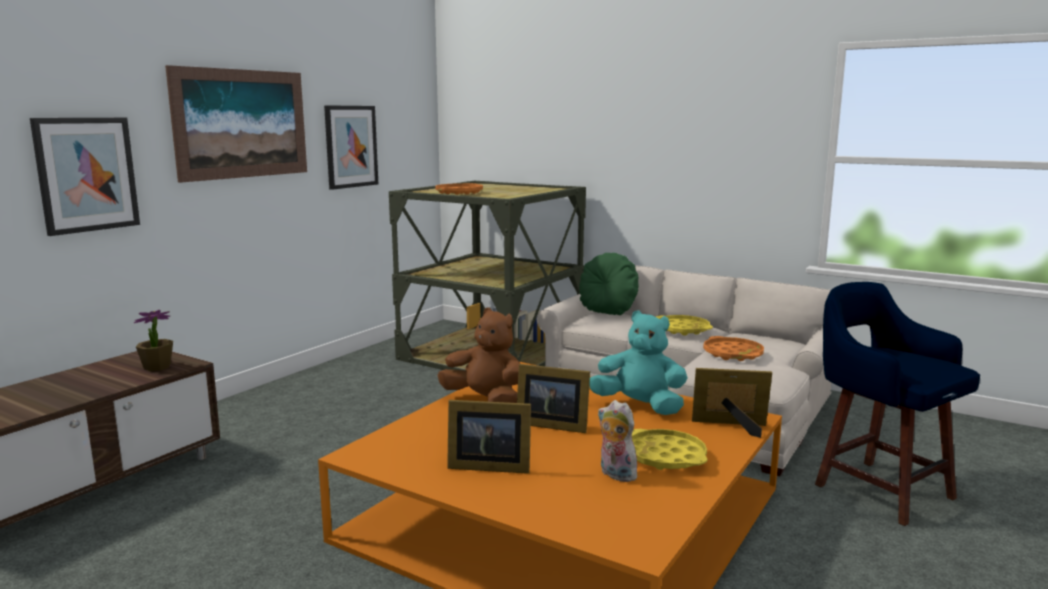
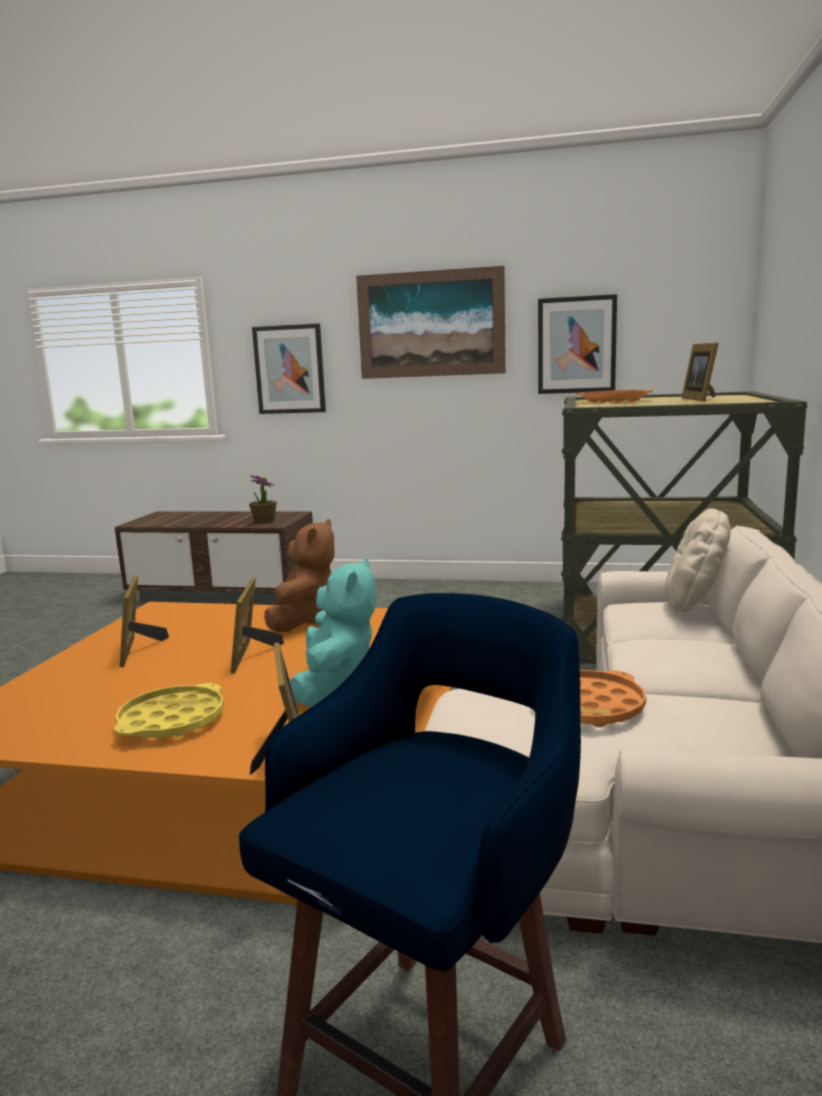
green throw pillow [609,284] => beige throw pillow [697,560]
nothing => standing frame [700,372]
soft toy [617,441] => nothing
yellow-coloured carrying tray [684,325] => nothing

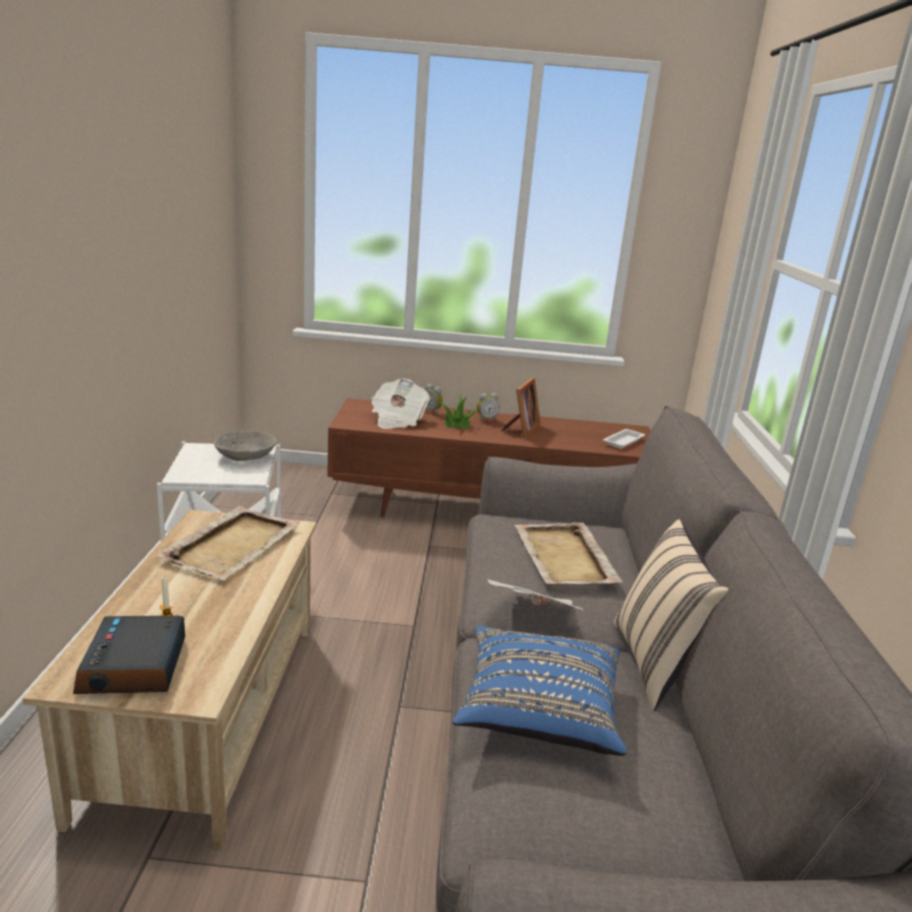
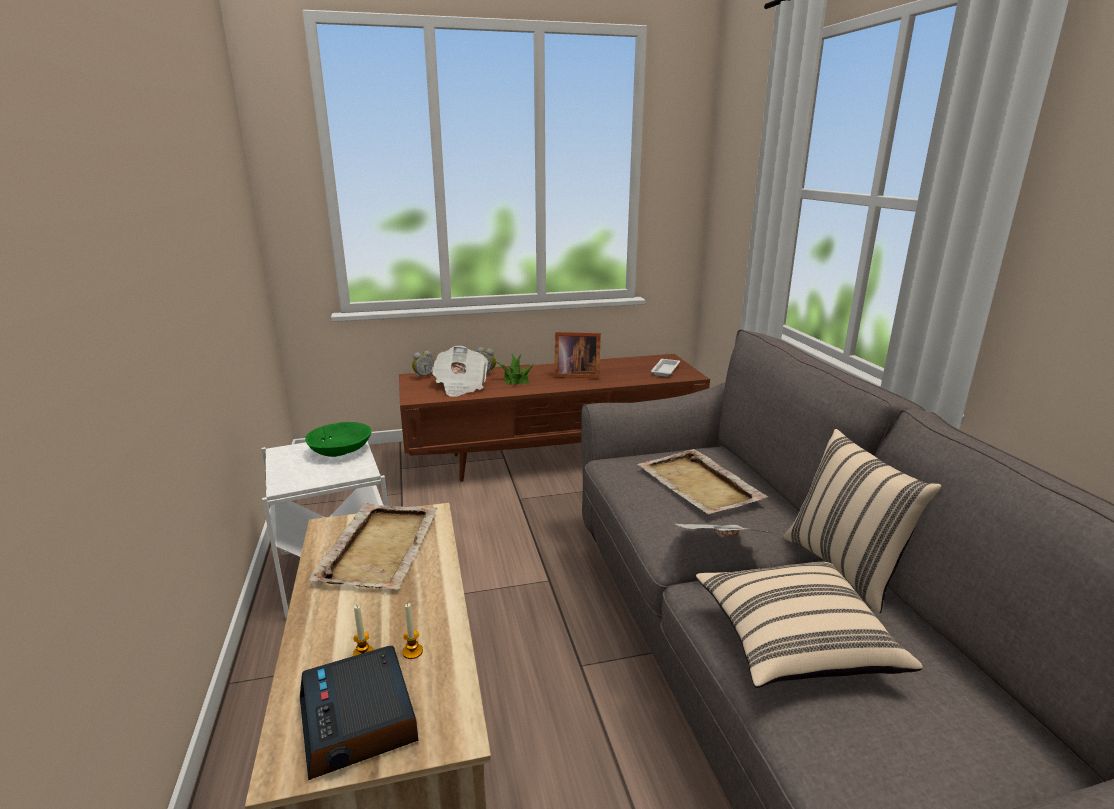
grey deep dish [245,446] => green deep dish [338,439]
nothing => candle [412,631]
bedside clock [488,407] => bedside clock [423,364], relocated
standing frame [521,407] => standing frame [577,355], 90 degrees clockwise
bluish throw pillow [540,691] => beige throw pillow [809,625]

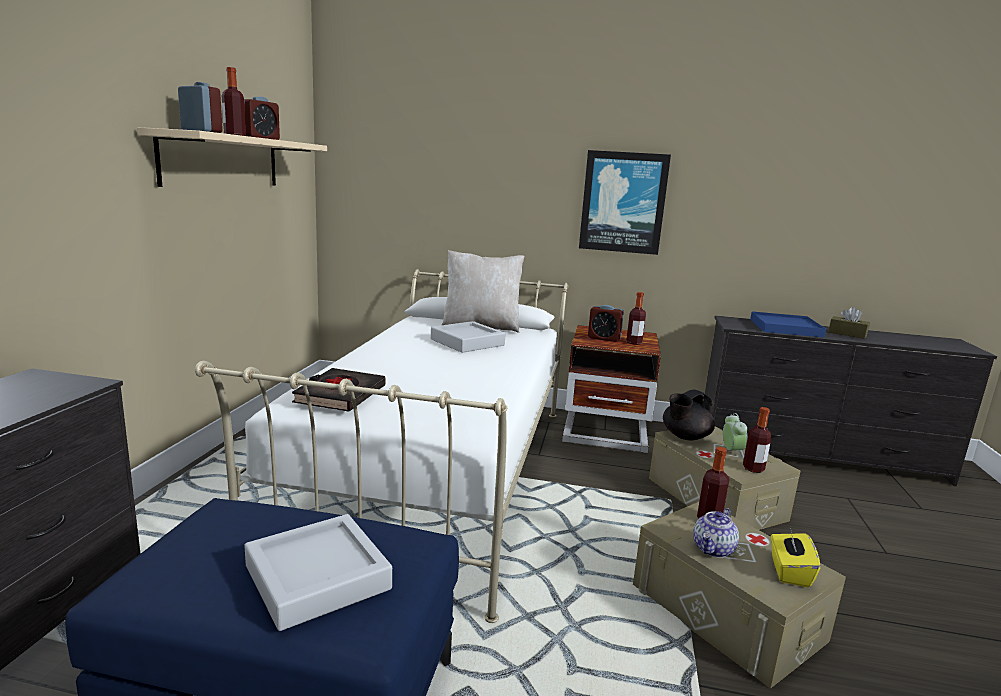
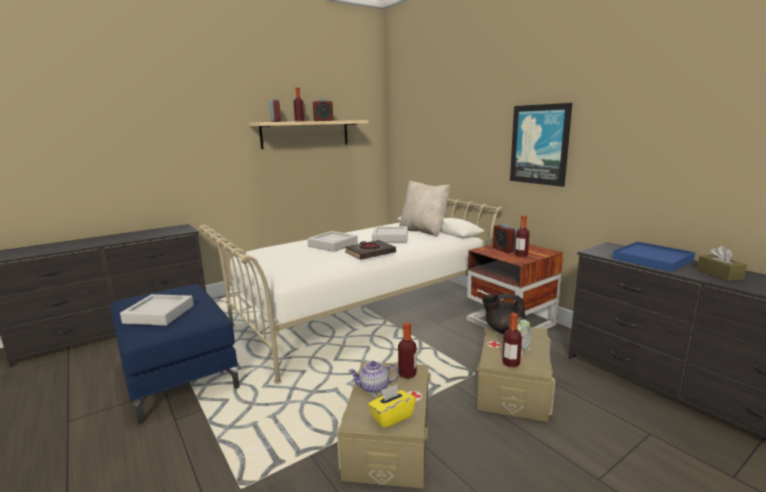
nothing => grey carrying tray [333,241]
black-coloured book [338,390] => black-coloured book [370,250], relocated

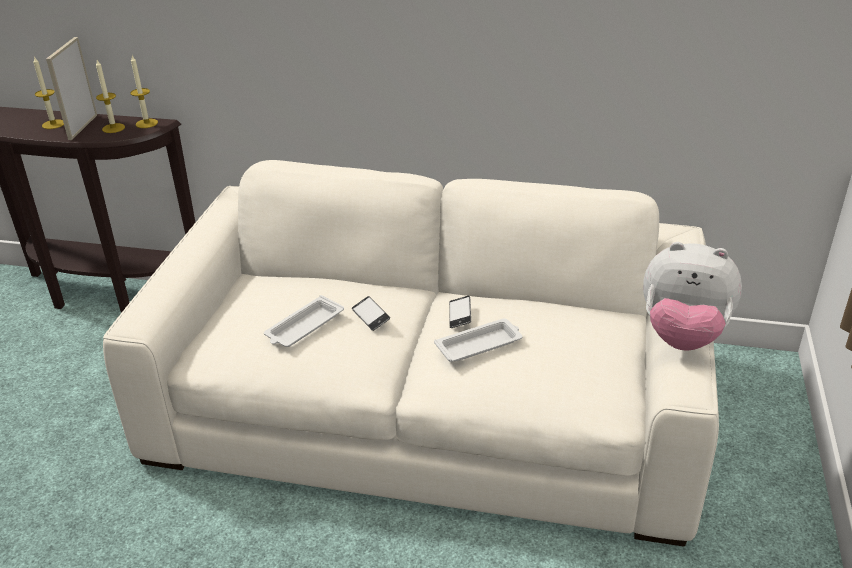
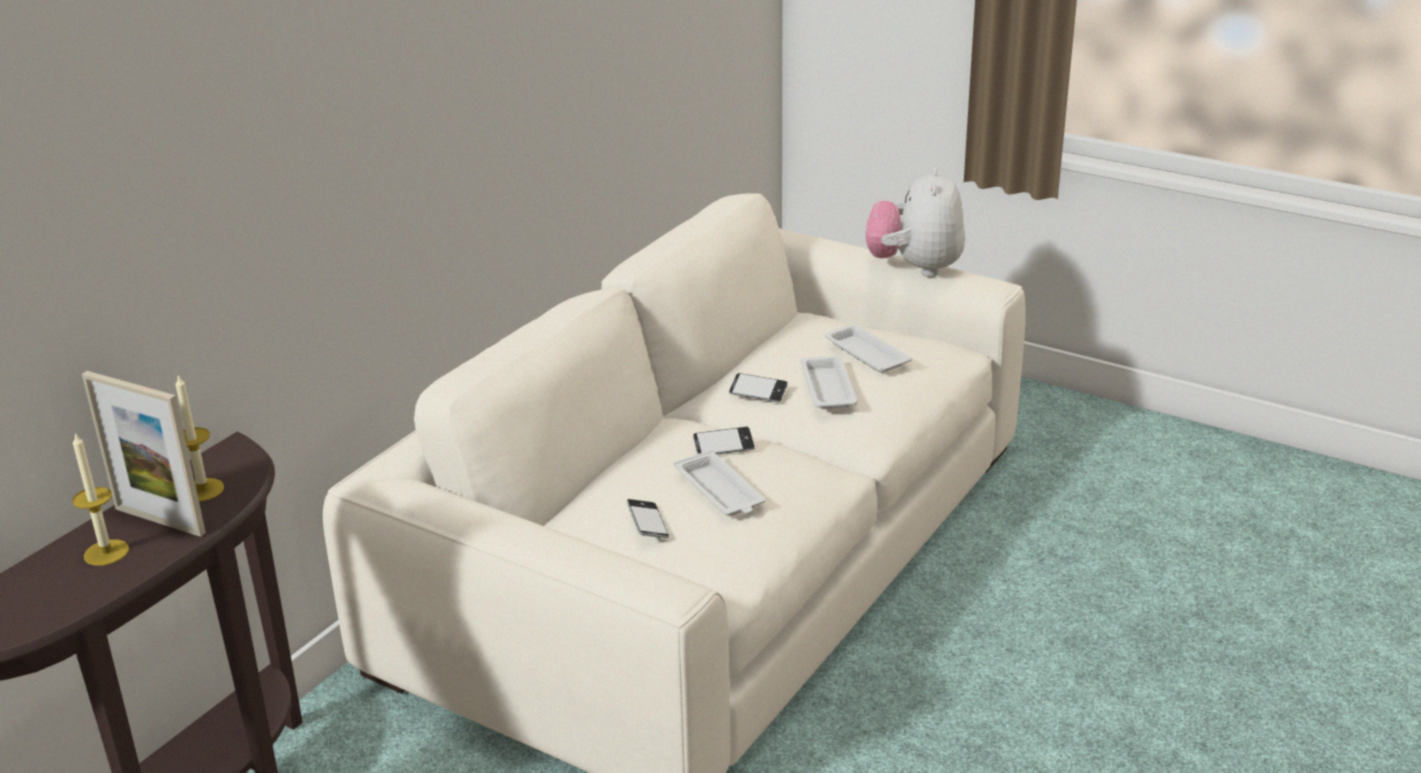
nothing => telephone [648,518]
nothing => white-coloured carrying tray [868,348]
soft toy [692,296] => soft toy [915,222], 150 degrees clockwise
candle [144,92] => nothing

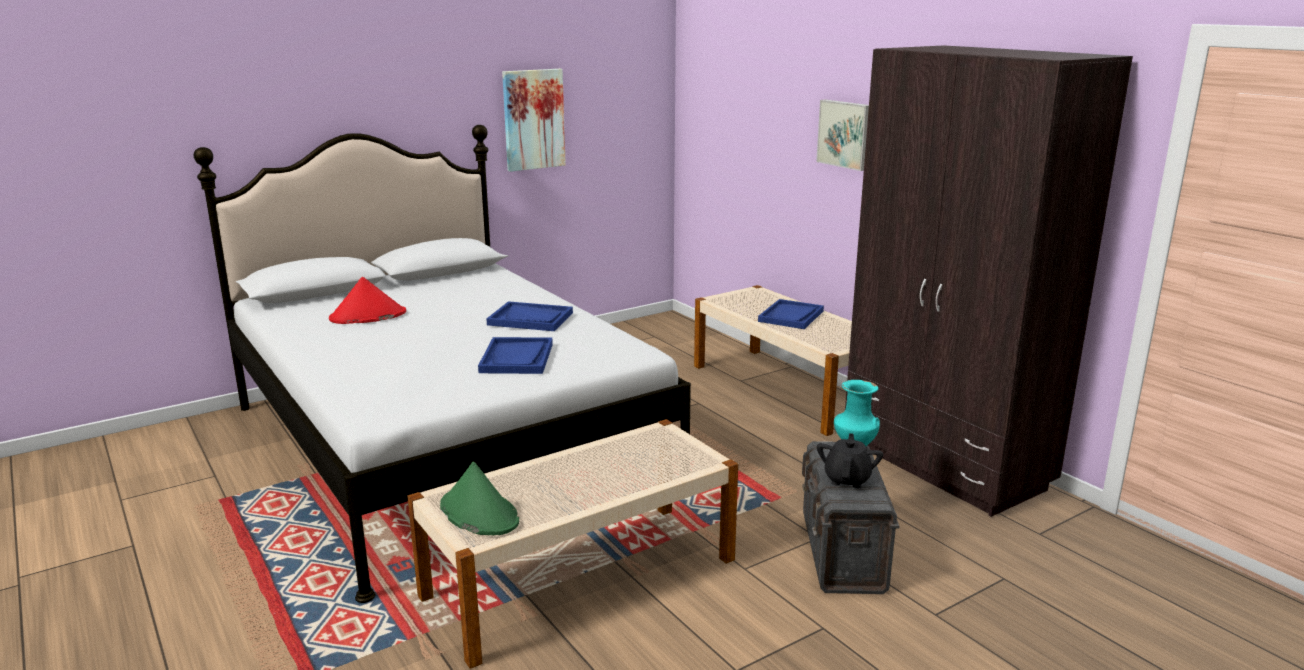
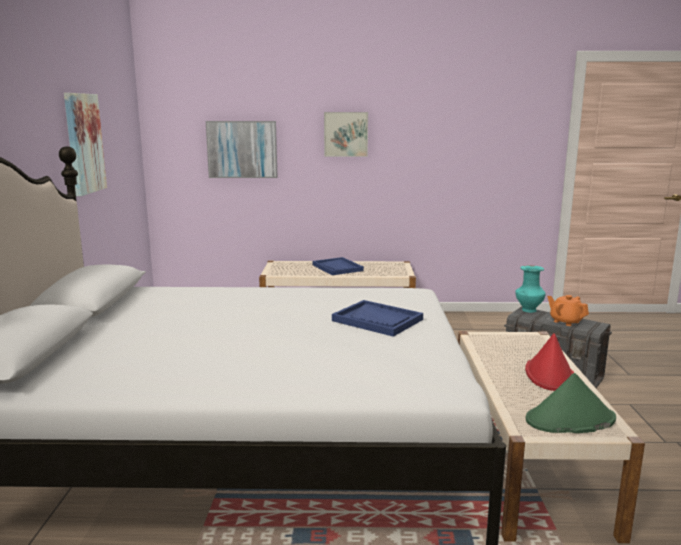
nothing => picture [242,149]
red clothing hat [367,300] => red clothing hat [549,362], relocated
black-coloured pot for tea [850,461] => orange pot for tea [568,310]
bluish carrying tray [529,316] => nothing
brown-coloured clothes cupboard [989,281] => nothing

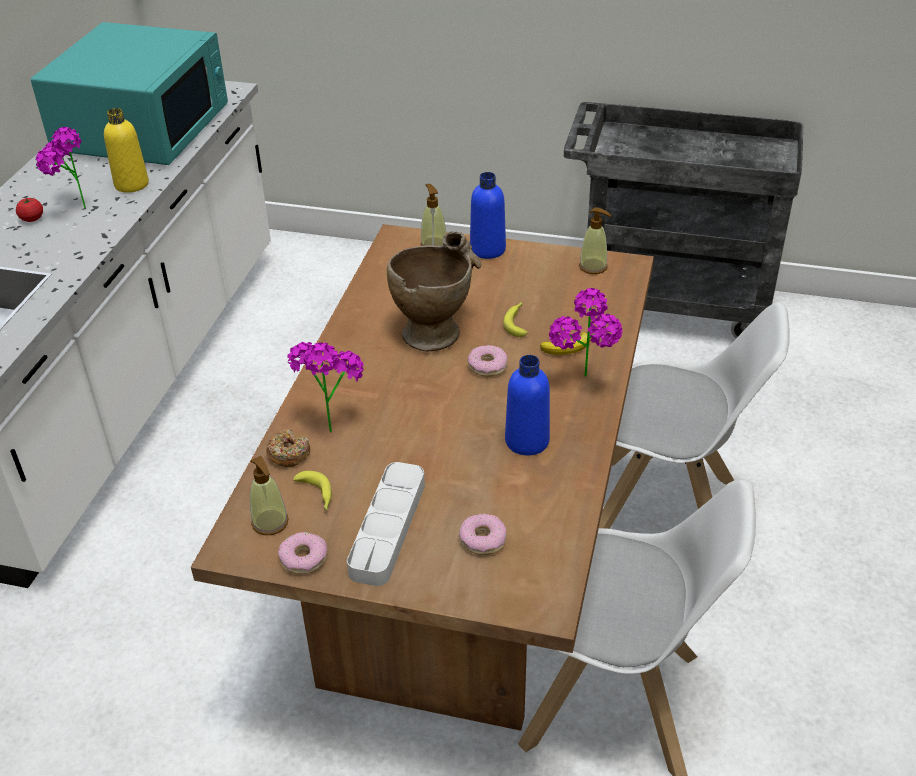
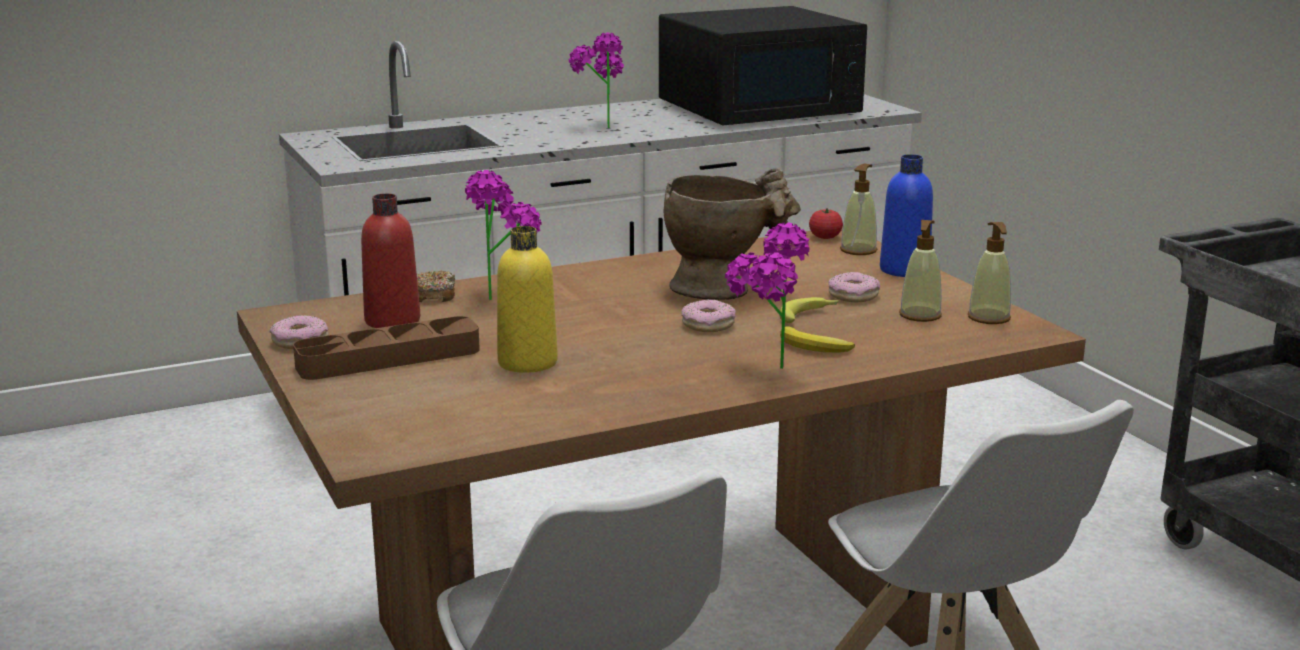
grey carrying tray [386,524] => brown-coloured carrying tray [386,348]
banana fruit [312,490] => red drink bottle [390,260]
yellow-coloured drink bottle [126,150] => yellow-coloured drink bottle [527,299], relocated
blue-green microwave oven [129,93] => black-coloured microwave oven [763,65]
tomato [29,210] => tomato [826,223], relocated
ring doughnut [483,534] => ring doughnut [854,287], relocated
liquid soap bottle [269,495] => liquid soap bottle [920,271], relocated
bluish drink bottle [527,405] => nothing

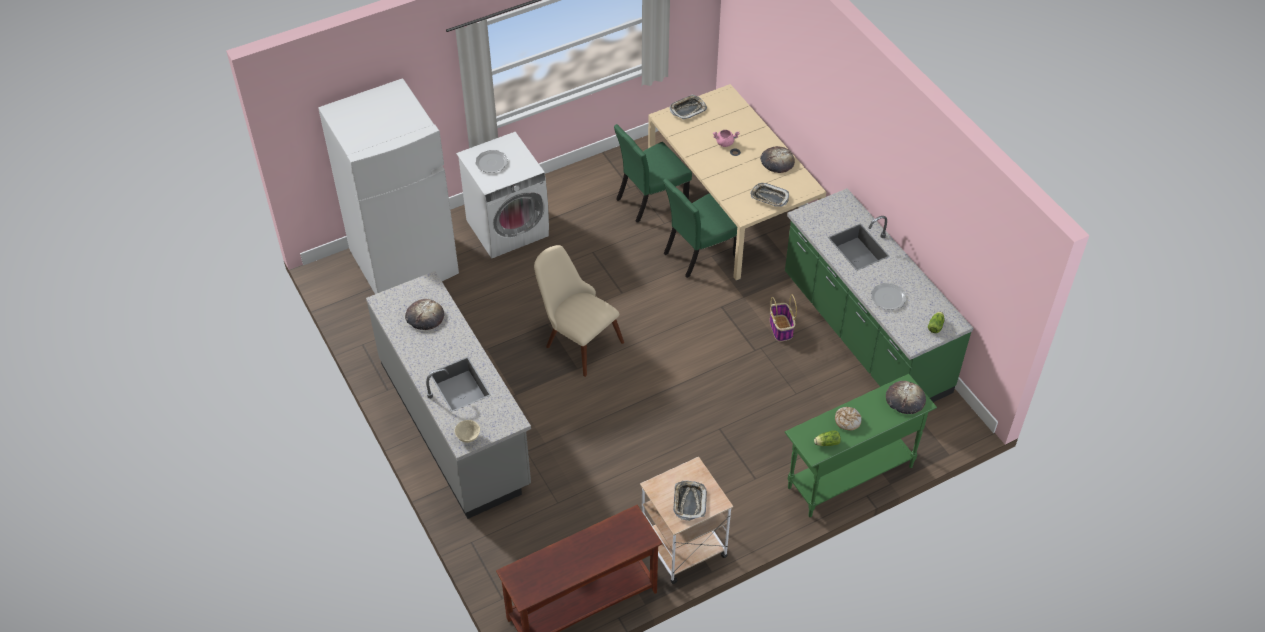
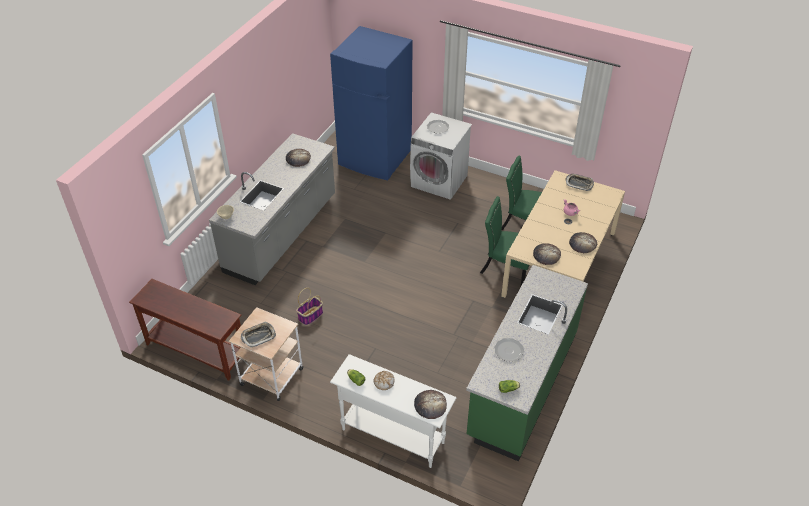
storage basket [783,318] => storage basket [309,306], relocated
white-coloured fridge [388,186] => bluish fridge [371,103]
green console table [861,445] => white-coloured console table [393,411]
carrying tray [769,195] => bread [547,254]
beige upright chair [579,311] => nothing

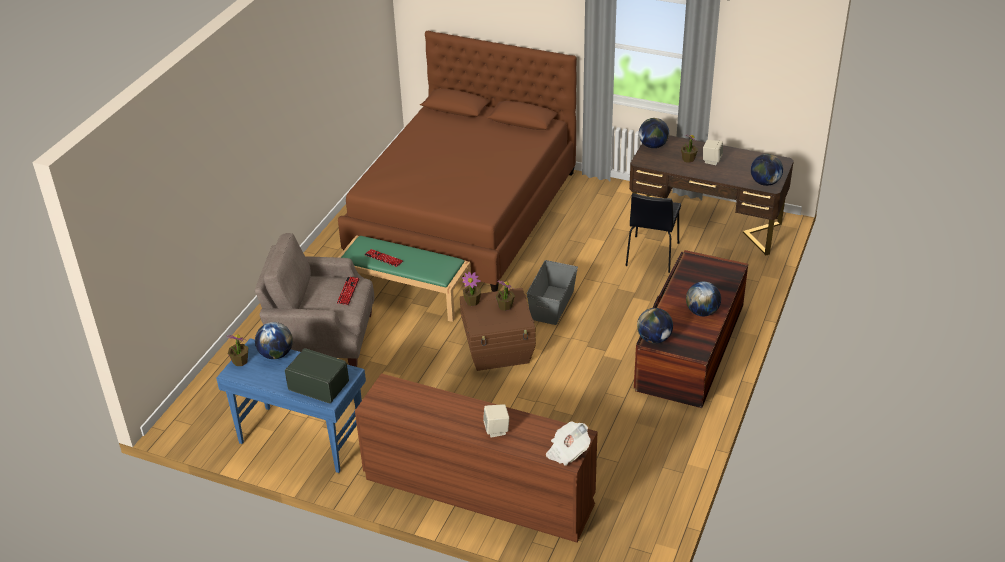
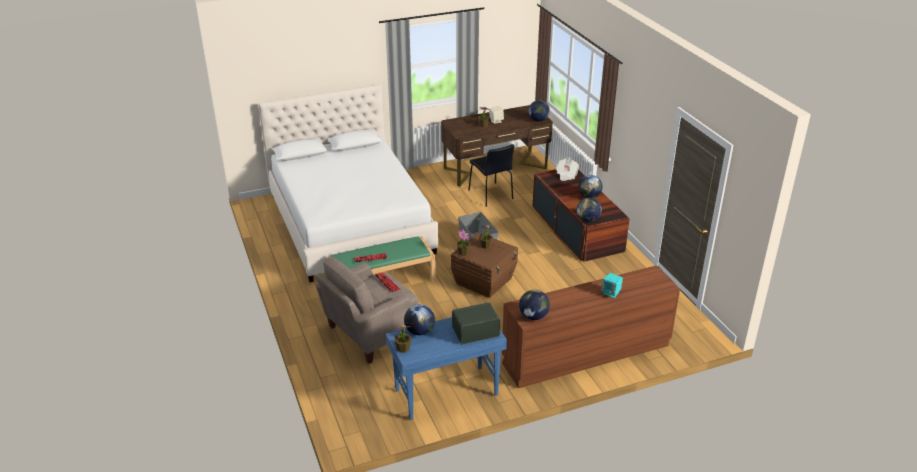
brown-coloured sleeping bed [457,161] => white-coloured sleeping bed [348,183]
world globe [654,133] => world globe [534,305], relocated
newspaper [568,443] => newspaper [567,169], relocated
beige audio speaker [496,421] => blue-green audio speaker [612,285]

